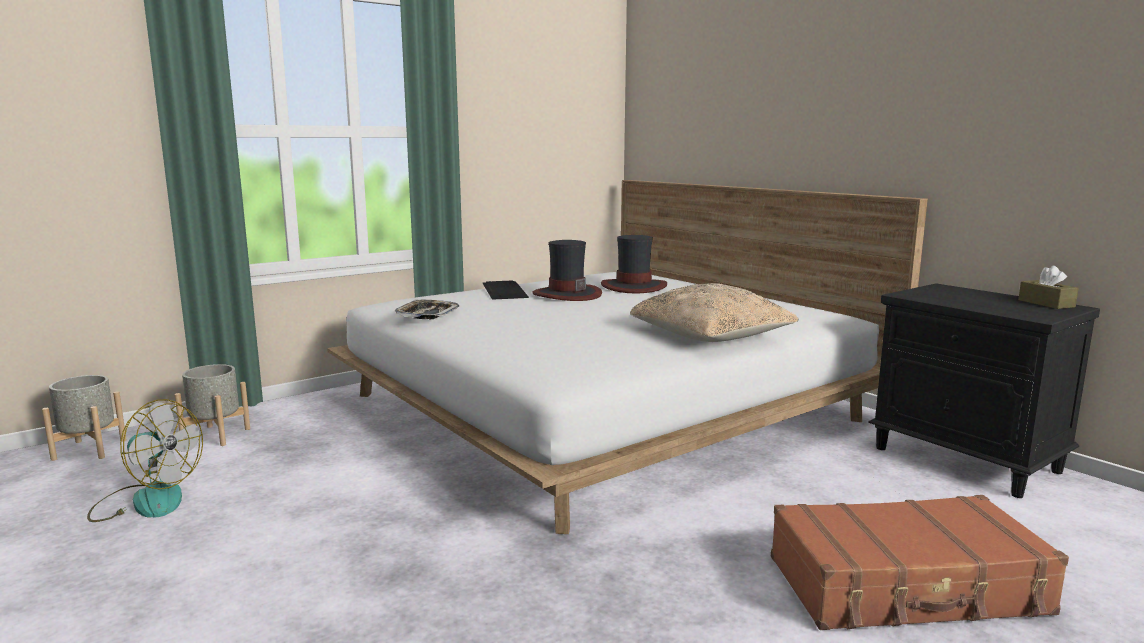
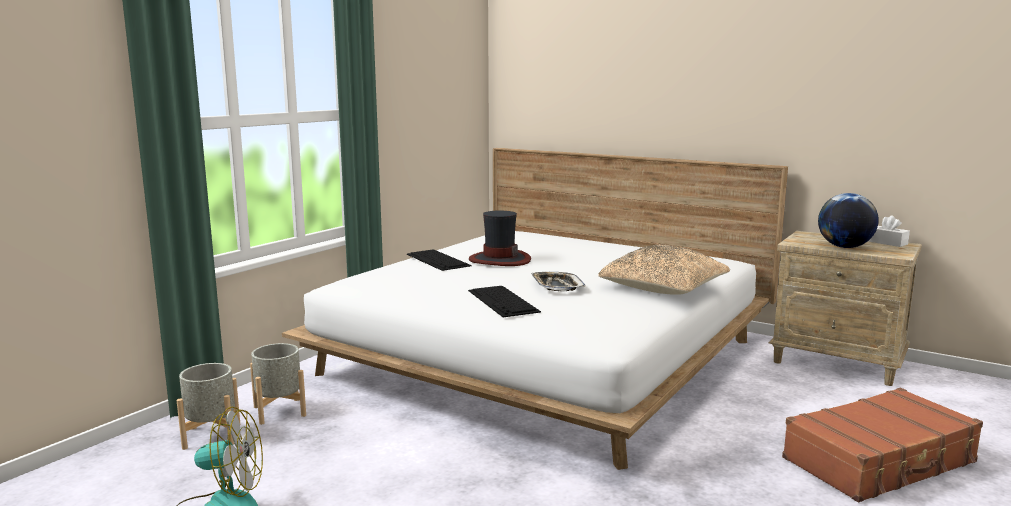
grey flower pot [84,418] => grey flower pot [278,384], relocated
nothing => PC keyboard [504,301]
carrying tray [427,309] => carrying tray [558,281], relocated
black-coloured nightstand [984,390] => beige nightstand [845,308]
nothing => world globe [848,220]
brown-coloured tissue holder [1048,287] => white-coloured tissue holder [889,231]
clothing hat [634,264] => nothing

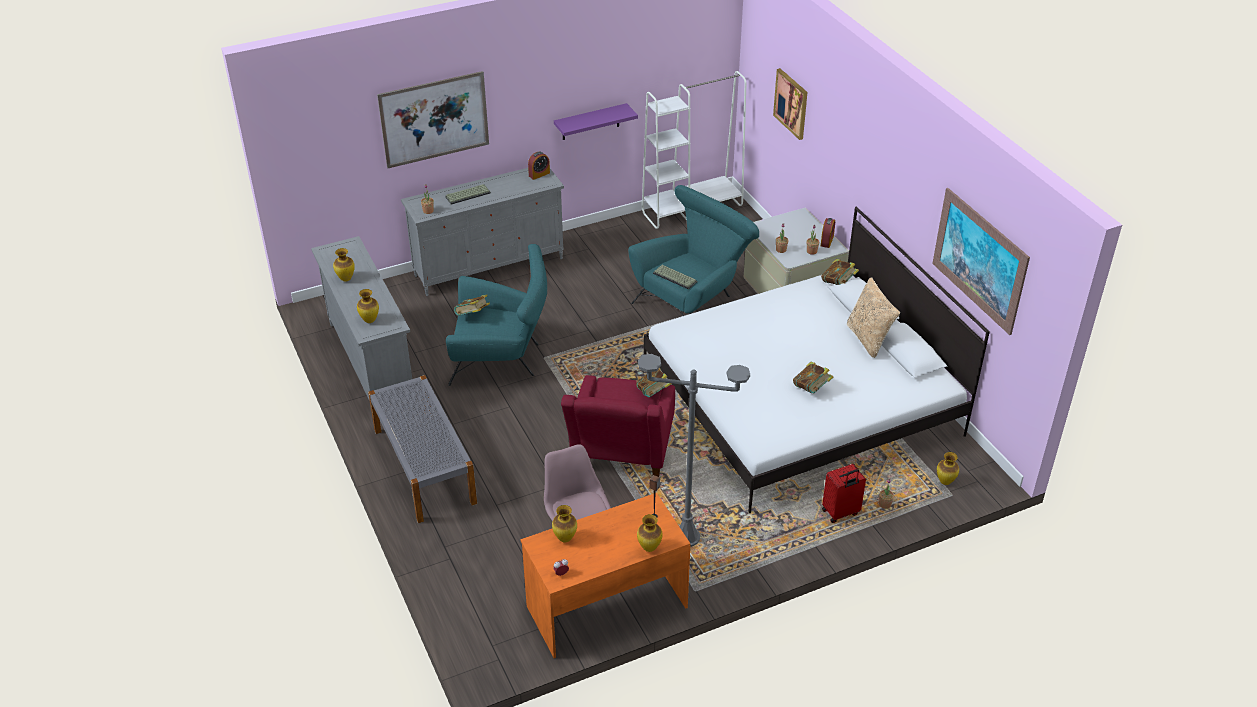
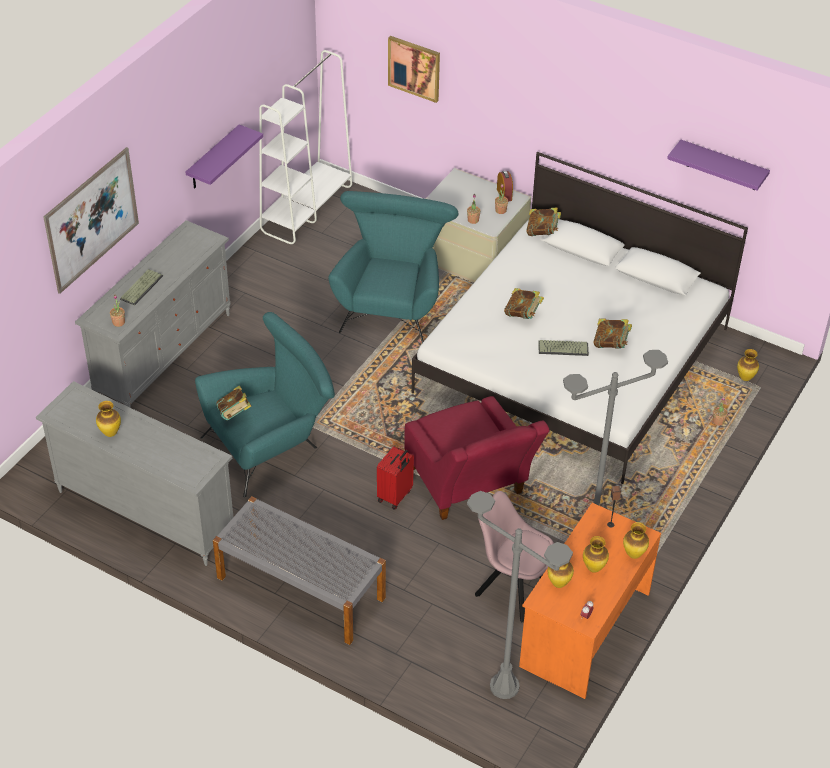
red piece of luggage [844,493] => red piece of luggage [395,478], relocated
nothing => grey standard lamp [520,595]
book [654,382] => book [524,303], relocated
PC keyboard [675,277] => PC keyboard [564,348], relocated
decorative vase [368,306] => decorative vase [596,554], relocated
picture [981,261] => purple bracket shelf [718,165]
bedside clock [539,166] => nothing
beige throw pillow [873,317] => nothing

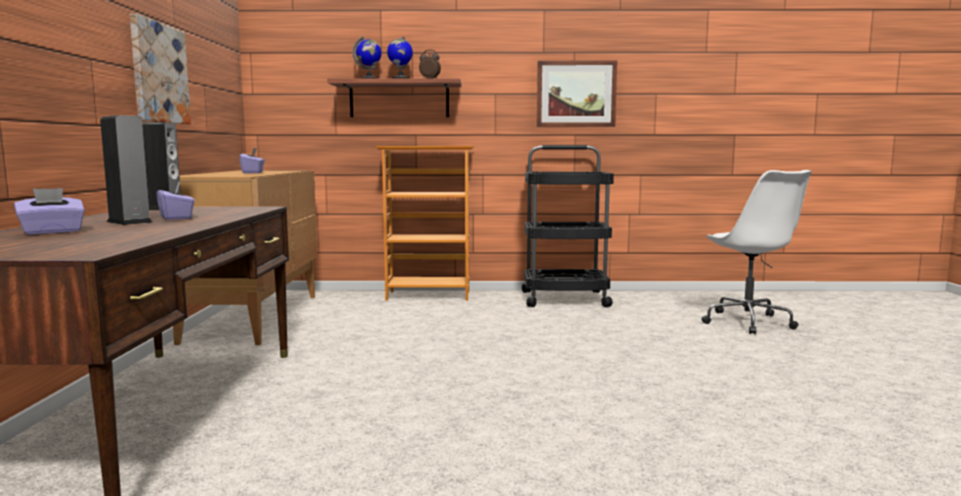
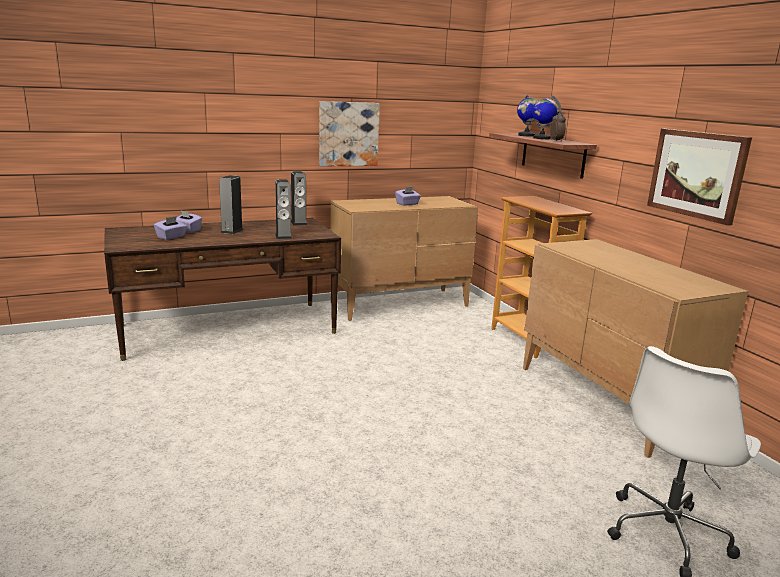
purple tissue holder [175,201] => purple tissue holder [170,228], relocated
nothing => audio speaker [283,209]
black-coloured cart [568,226] => brown-coloured storage cabinet [636,348]

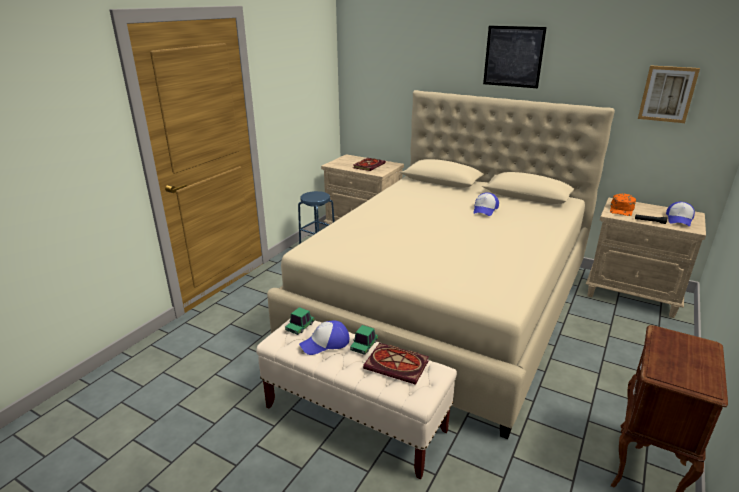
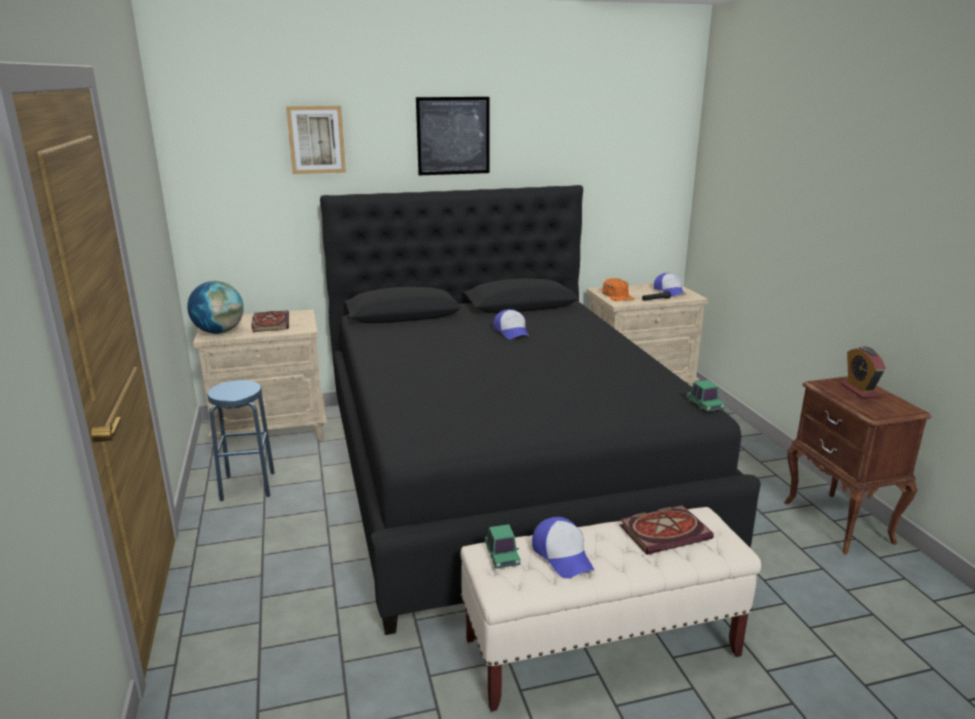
nothing => world globe [215,307]
picture [669,94] => picture [316,140], relocated
beige sleeping bed [441,264] => black-coloured sleeping bed [540,410]
baseball cap [324,337] => baseball cap [563,547], 45 degrees counterclockwise
model car [364,340] => model car [705,396], relocated
nothing => bedside clock [863,372]

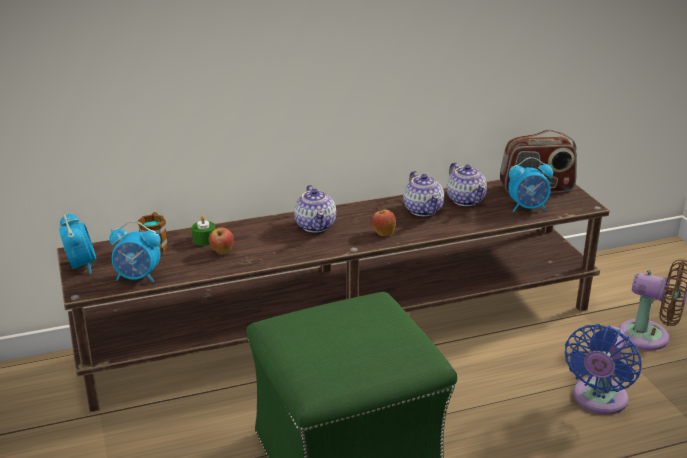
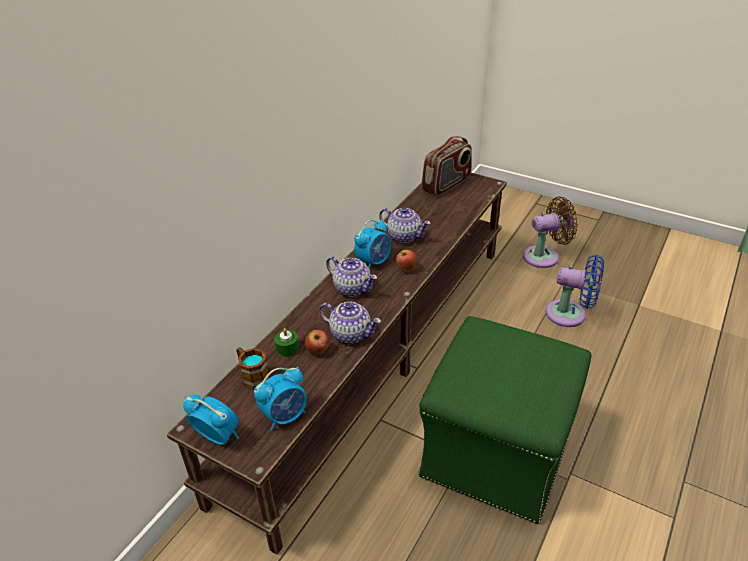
pot for tea [467,184] => pot for tea [350,323], relocated
bedside clock [530,184] => bedside clock [372,244], relocated
bluish fan [603,369] => bluish fan [575,291], 60 degrees counterclockwise

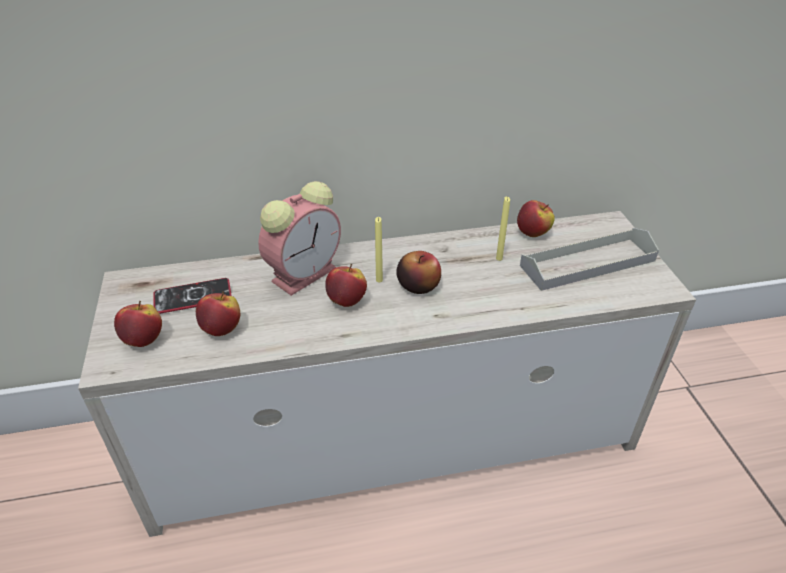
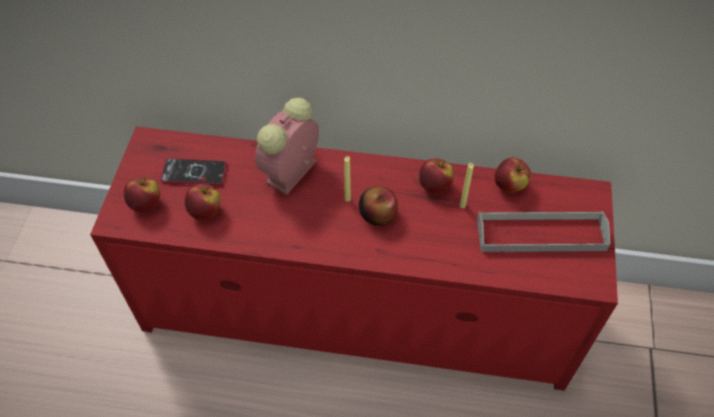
white-coloured tv unit [387,374] => red tv unit [354,258]
bedside clock [299,238] => bedside clock [287,146], 150 degrees clockwise
apple [346,285] => apple [436,176], relocated

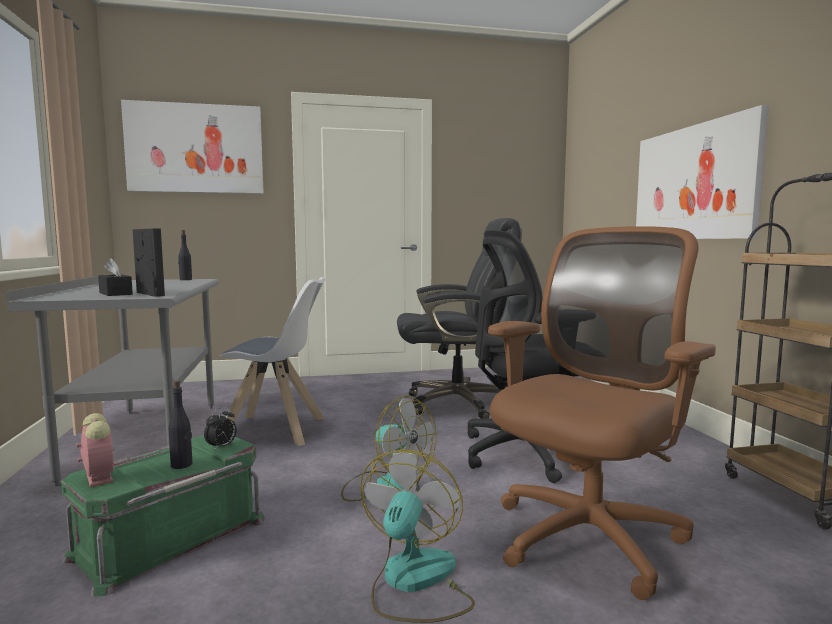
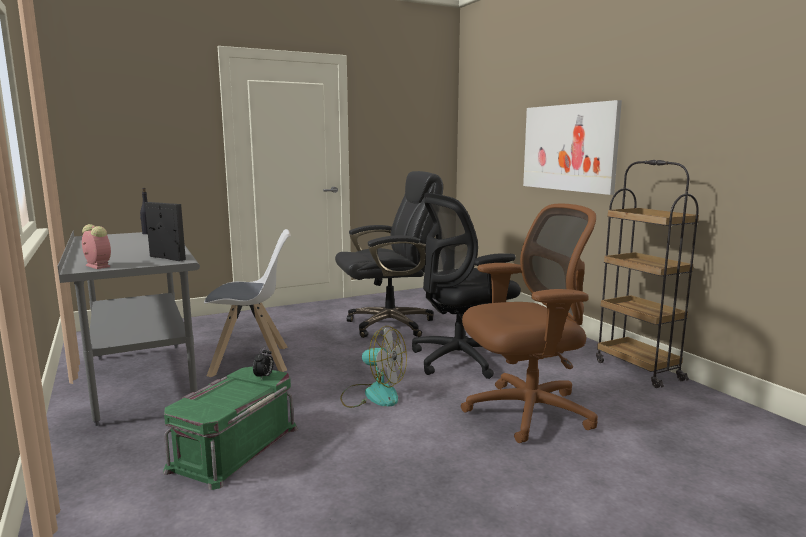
bedside clock [95,450] => bedside clock [96,246], relocated
brown-coloured desk chair [602,413] => brown-coloured desk chair [529,323], 45 degrees clockwise
black-coloured tissue holder [115,277] => nothing
picture [192,147] => nothing
black-coloured drink bottle [180,424] => nothing
fan [417,536] => nothing

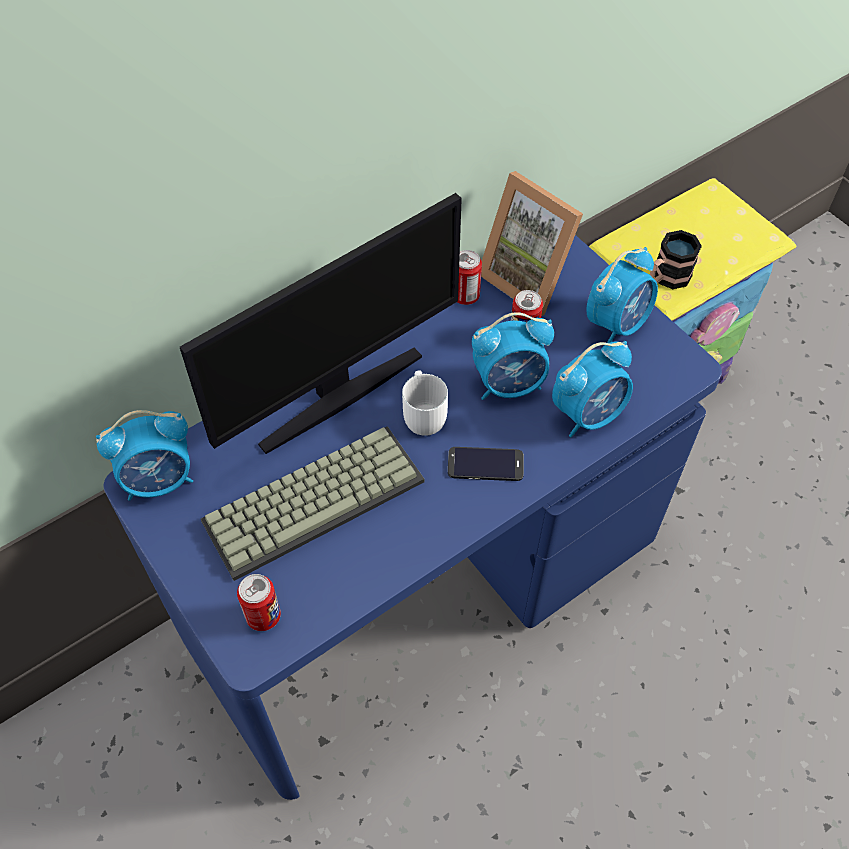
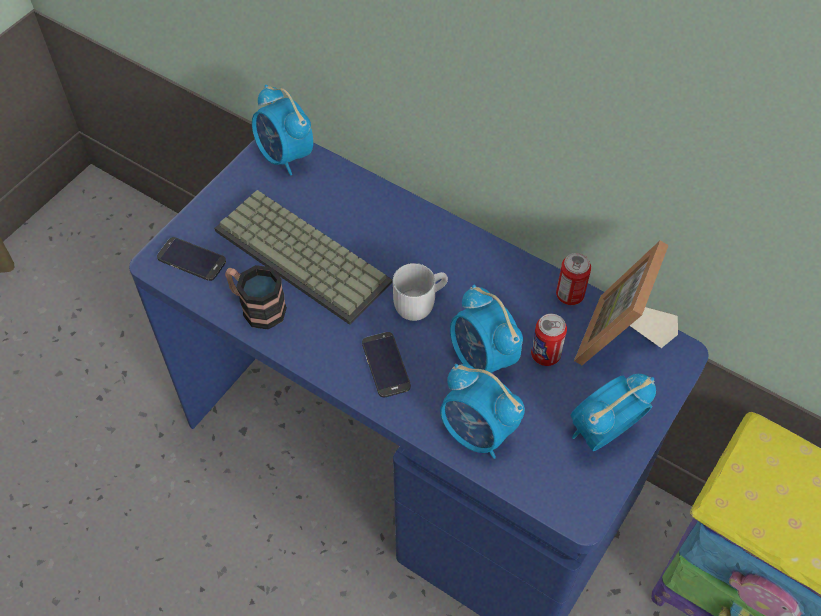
sealed can [259,602] => telephone [191,259]
mug [676,259] => mug [256,297], relocated
bedside clock [622,295] => bedside clock [613,412], 120 degrees clockwise
computer display [321,323] => nothing

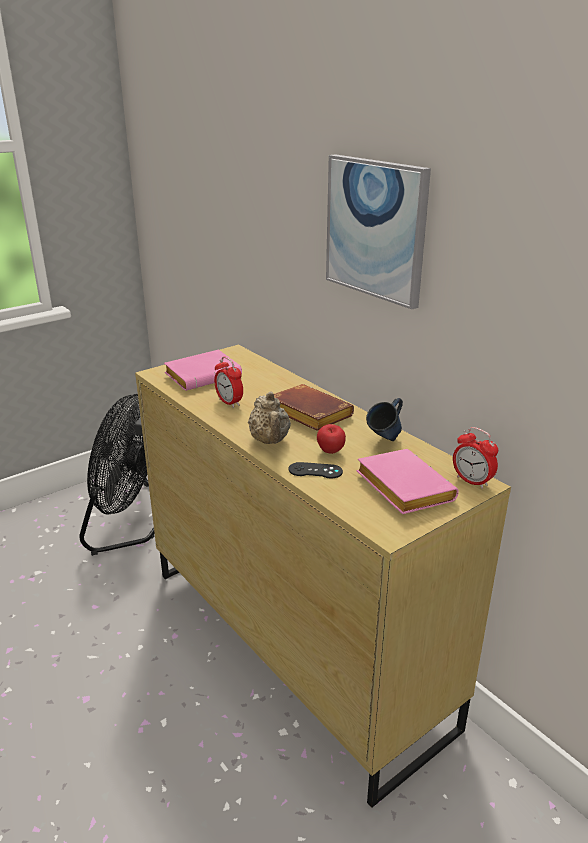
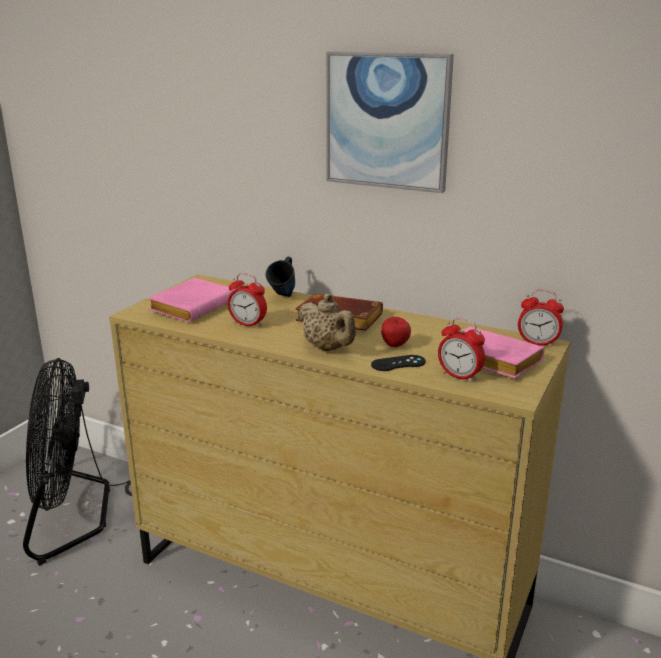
bluish mug [384,419] => bluish mug [280,277], relocated
nothing => bedside clock [461,349]

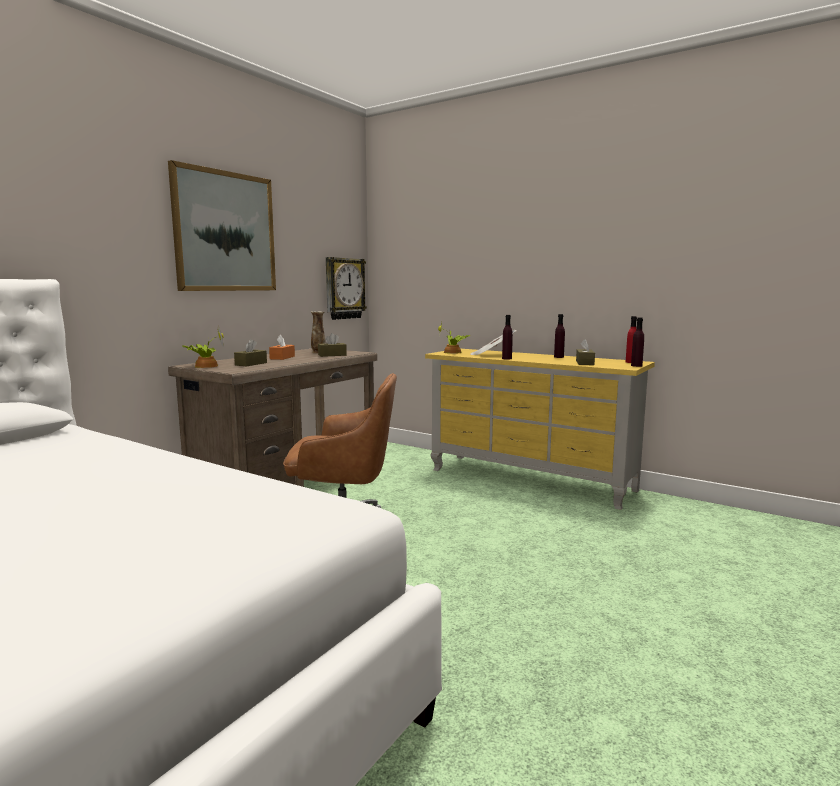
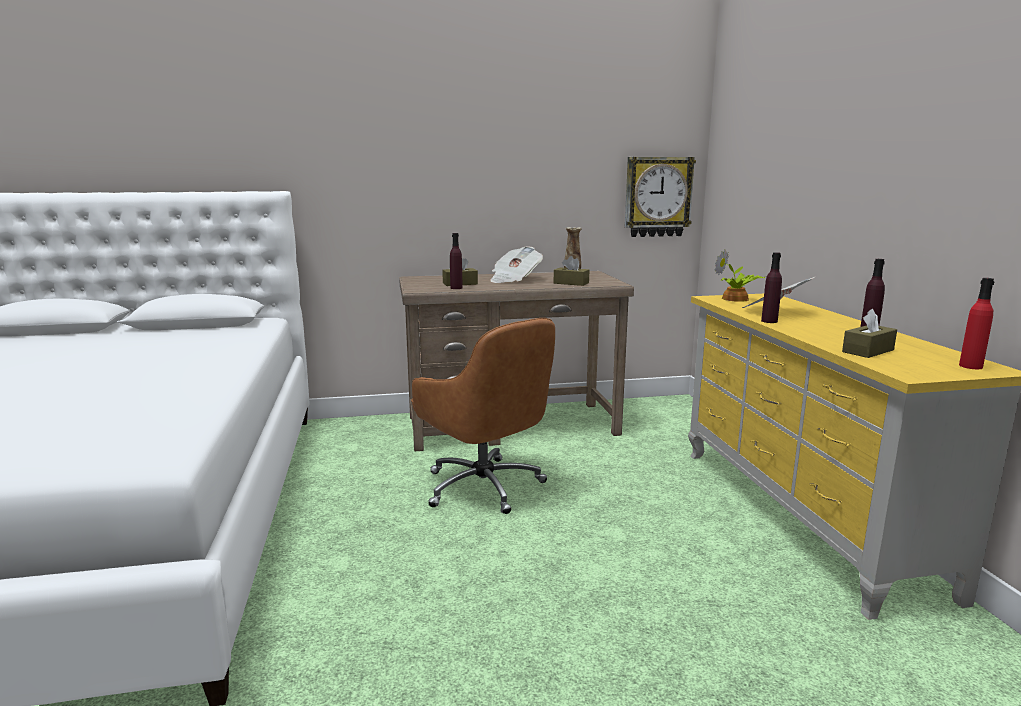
purple drink bottle [637,342] => purple drink bottle [456,261], relocated
orange tissue holder [282,347] => newspaper [516,264]
picture [222,225] => nothing
houseplant [203,347] => nothing

